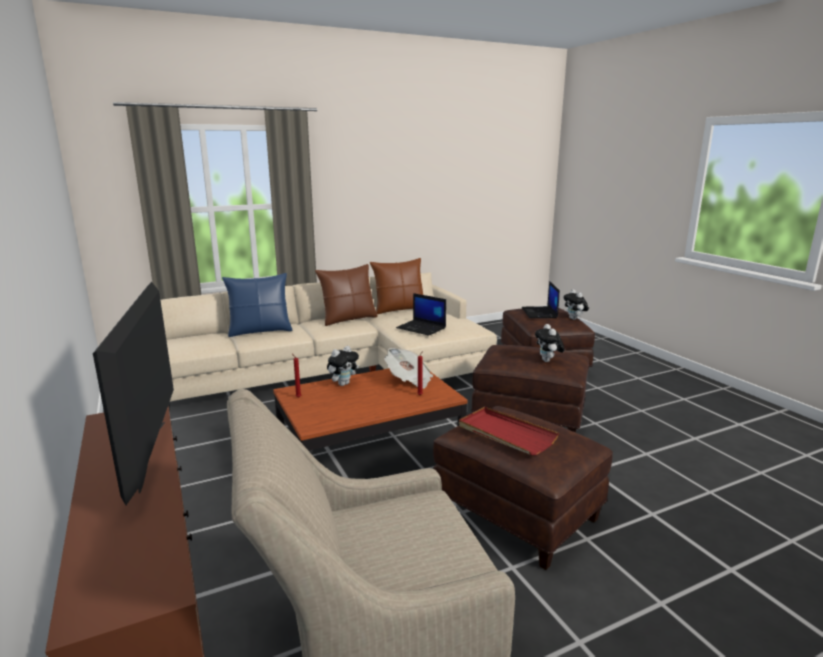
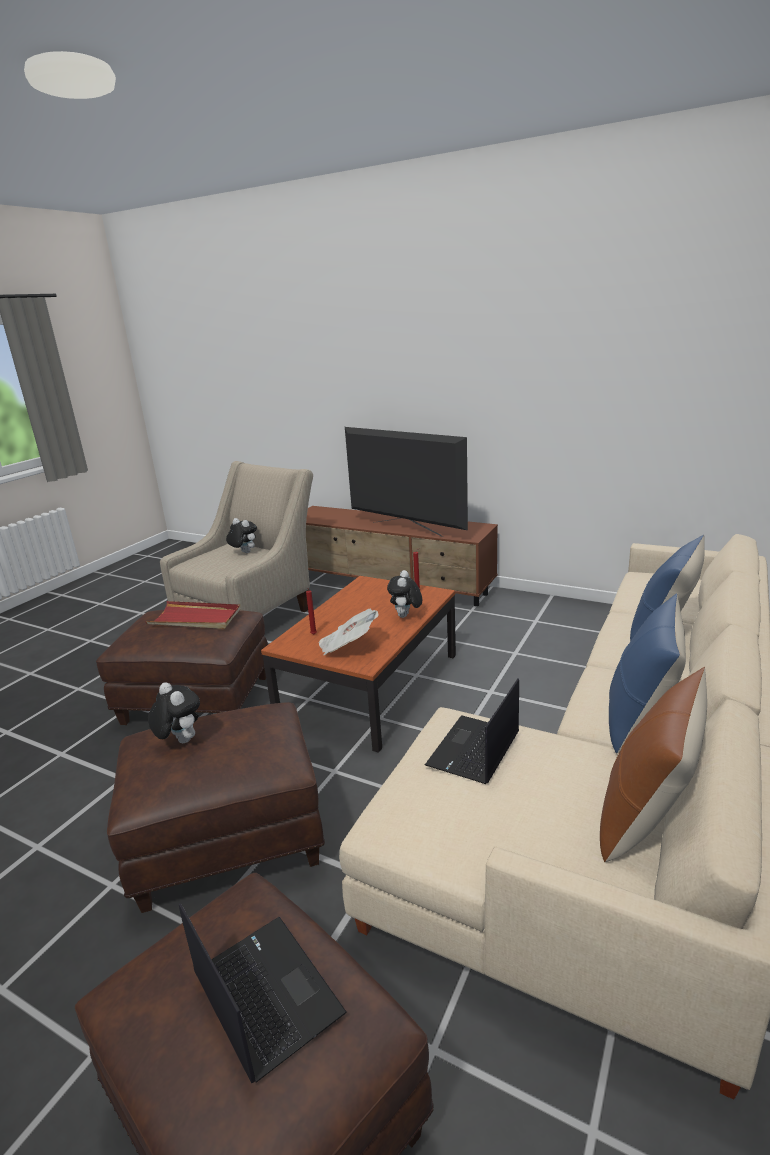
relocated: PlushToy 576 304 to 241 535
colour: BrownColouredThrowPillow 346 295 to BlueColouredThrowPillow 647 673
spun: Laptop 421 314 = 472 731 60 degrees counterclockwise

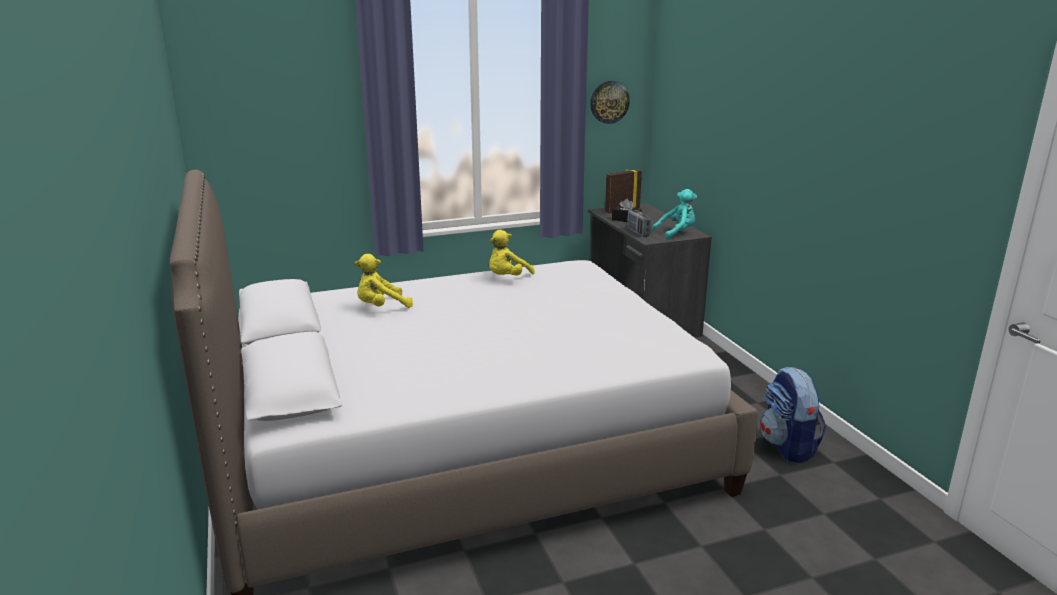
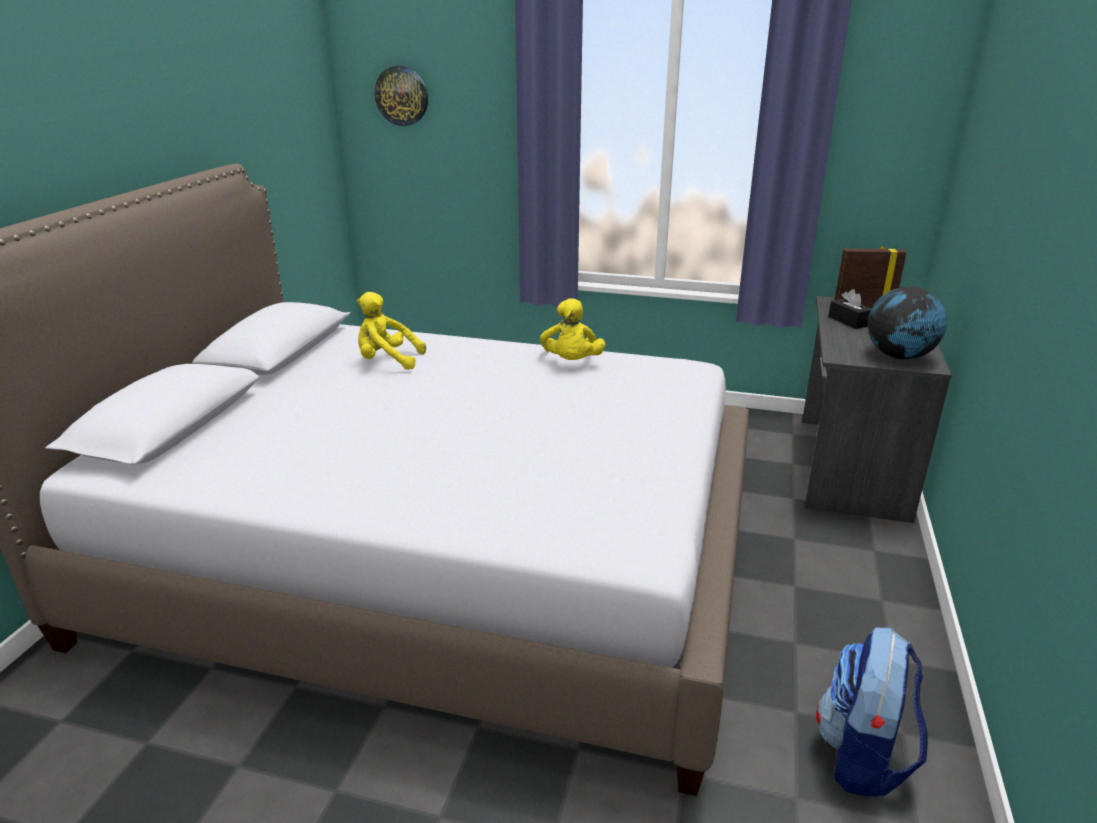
missing: RadioReceiver 639 223
relocated: ClockOnTheWall 610 102 to 401 96
exchanged: TurquoiseColouredPlushToy 674 214 to DeskGlobe 907 323
spun: YellowPlushToy 512 253 = 572 329 75 degrees counterclockwise

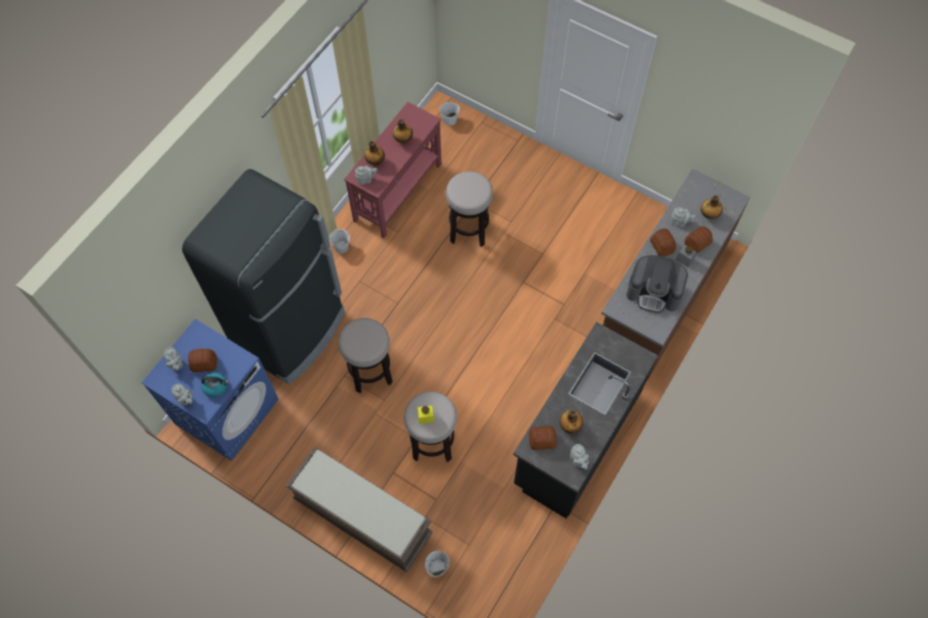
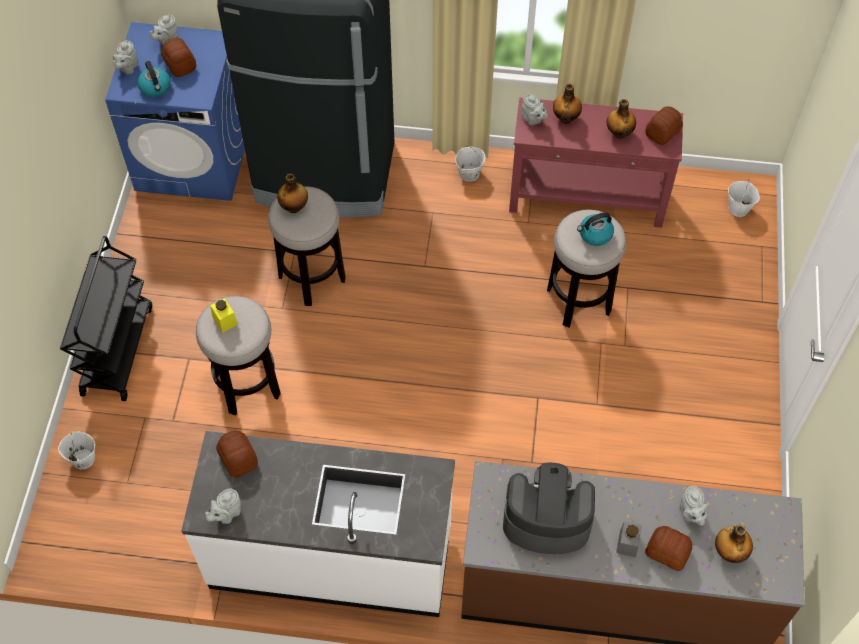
appeared: WaterKettle 595 229
relocated: BeverageBottle 571 422 to 292 193; BakeryBread 663 243 to 664 125
exchanged: BrownColouredLongSeat 359 509 to BlackishWheeledCart 106 318
colour: BlackishKitchenBaseUnit 585 420 to WhitishKitchenBaseUnit 318 524
spun: CoffeeMachine 657 284 = 549 508 105 degrees clockwise

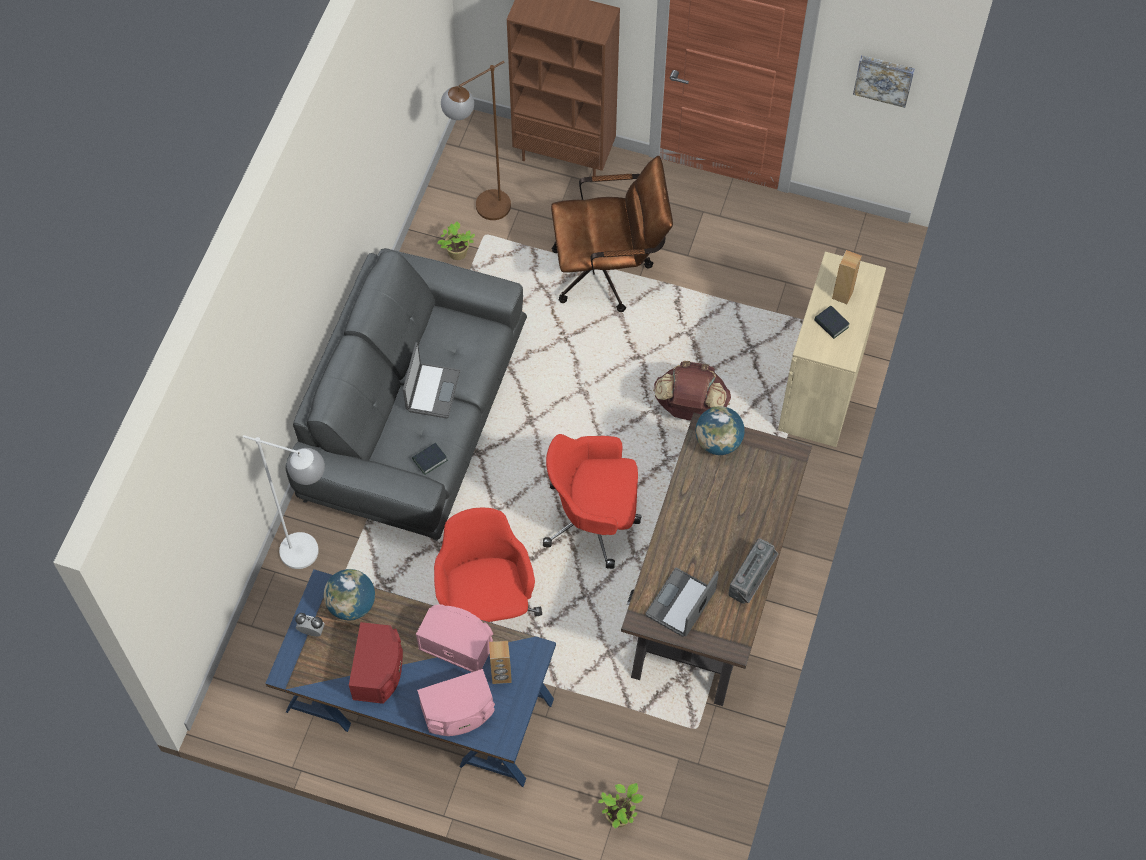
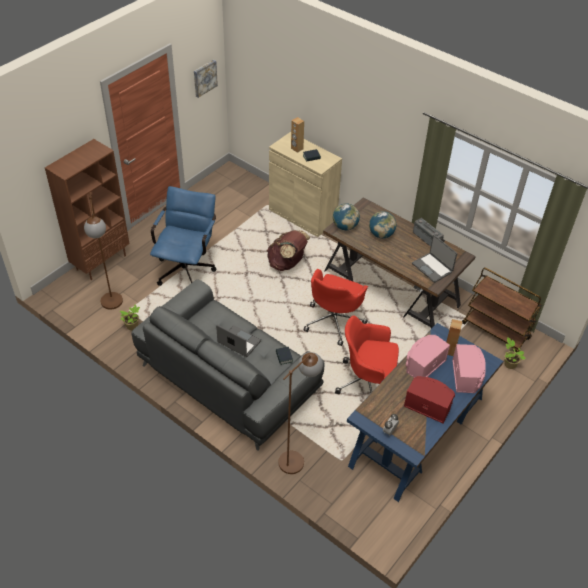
appeared: BrownColouredWheeledCart 502 310
relocated: DeskGlobe 349 594 to 382 224
colour: BrownColouredComputerChair 612 234 to BlueColouredComputerChair 183 236; WhitishStandingLamp 284 502 to BrownColouredStandingLamp 300 413

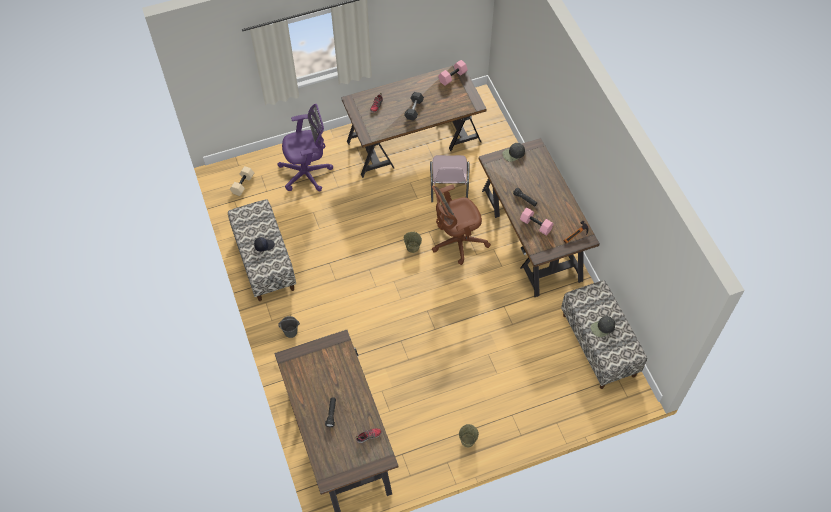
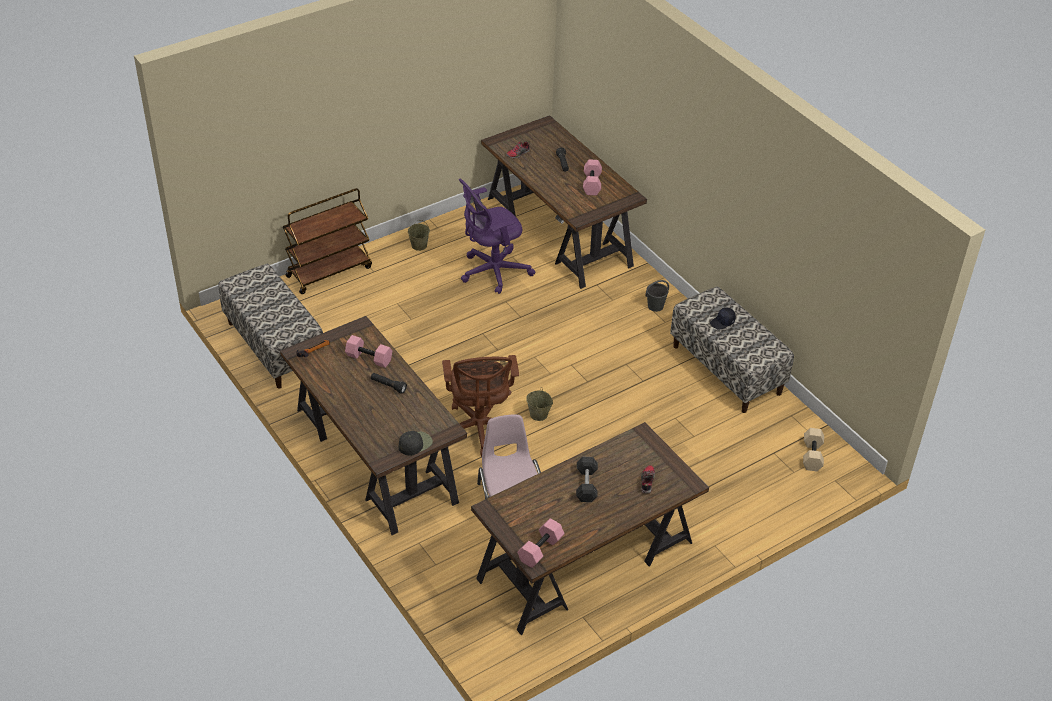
missing: BlackishBaseballCap 603 326
appeared: BrownColouredWheeledCart 327 241; PinkColouredFreeWeight 592 177
relocated: PurplishComputerChair 305 147 to 497 236
spun: BrownColouredComputerChair 461 224 = 480 406 120 degrees clockwise

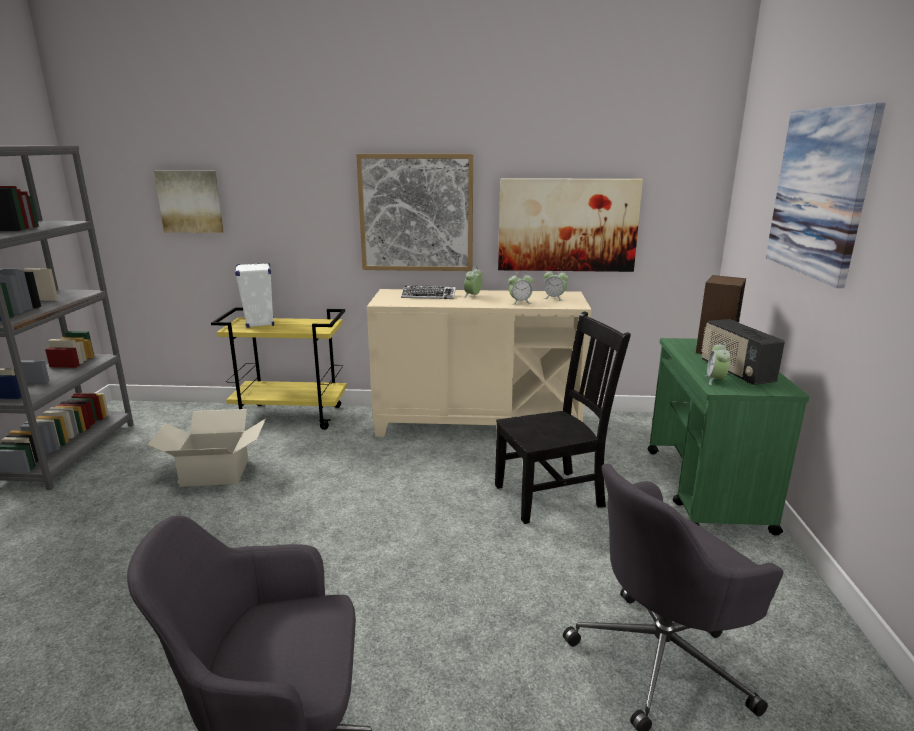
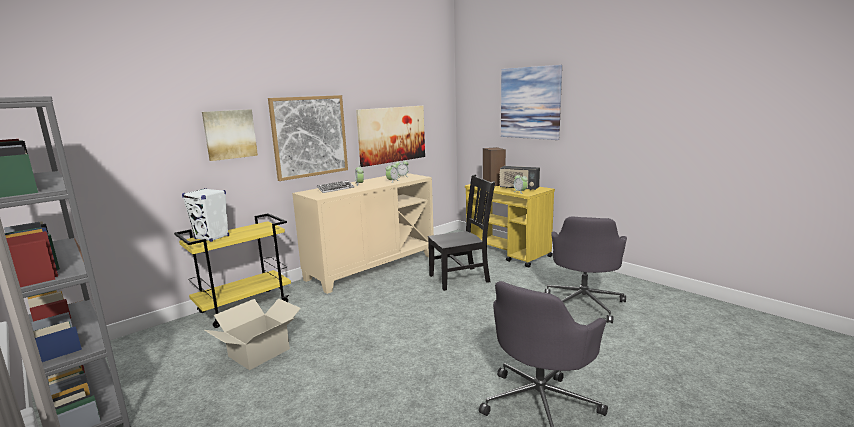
relocated: WallPicture 189 201 to 230 135
colour: GreenWheeledCart 729 437 to YellowWheeledCart 510 226
spun: BlackishUprightChair 563 417 = 461 232 45 degrees clockwise

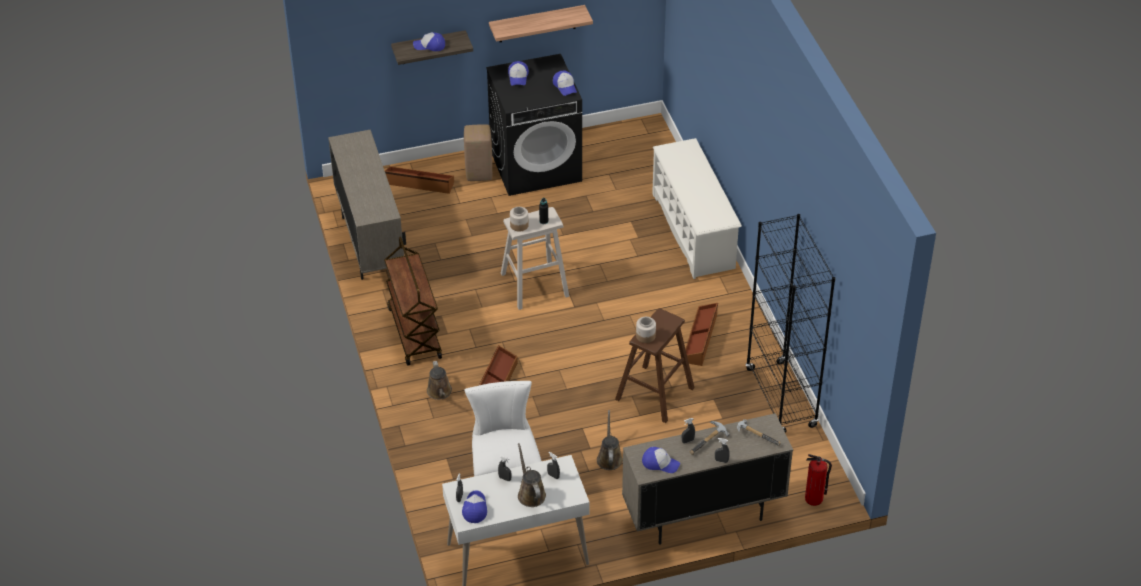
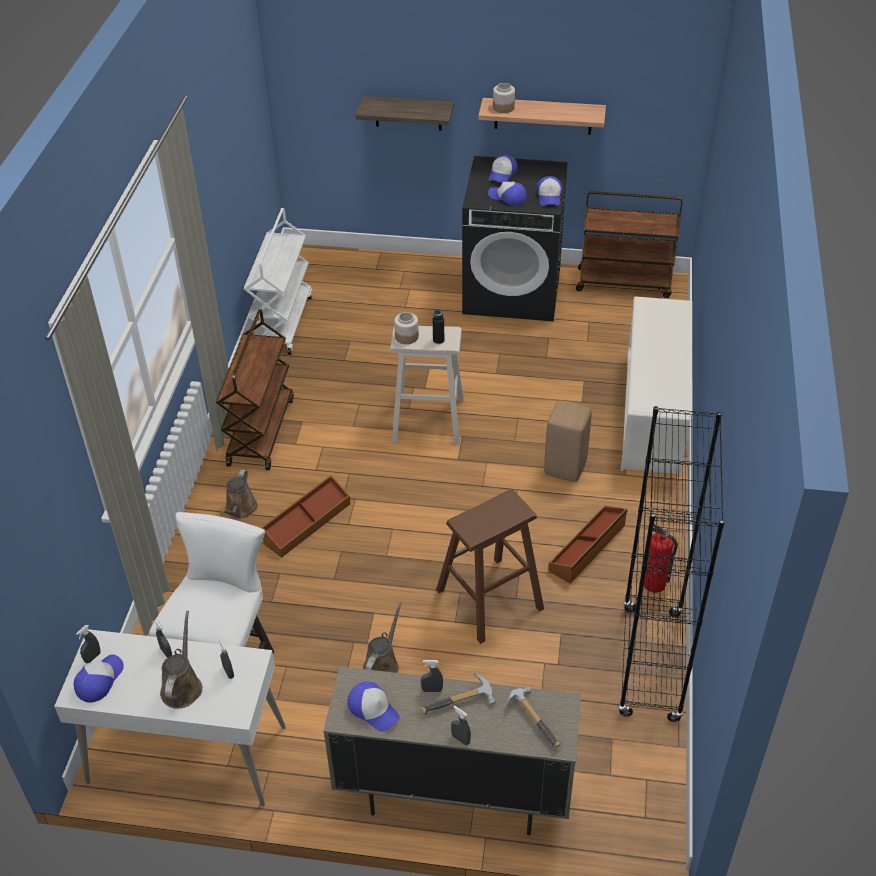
missing: BrownColouredStorageContainer 419 180
appeared: BrownColouredWheeledCart 629 244
relocated: BaseballCap 429 41 to 507 194; Jar 646 330 to 504 98; BeigeColouredSittingStool 478 152 to 568 441; FireFightingCylinder 818 480 to 661 558
exchanged: BeigeColouredStorageCabinet 367 205 to WhitishWheeledCart 278 281

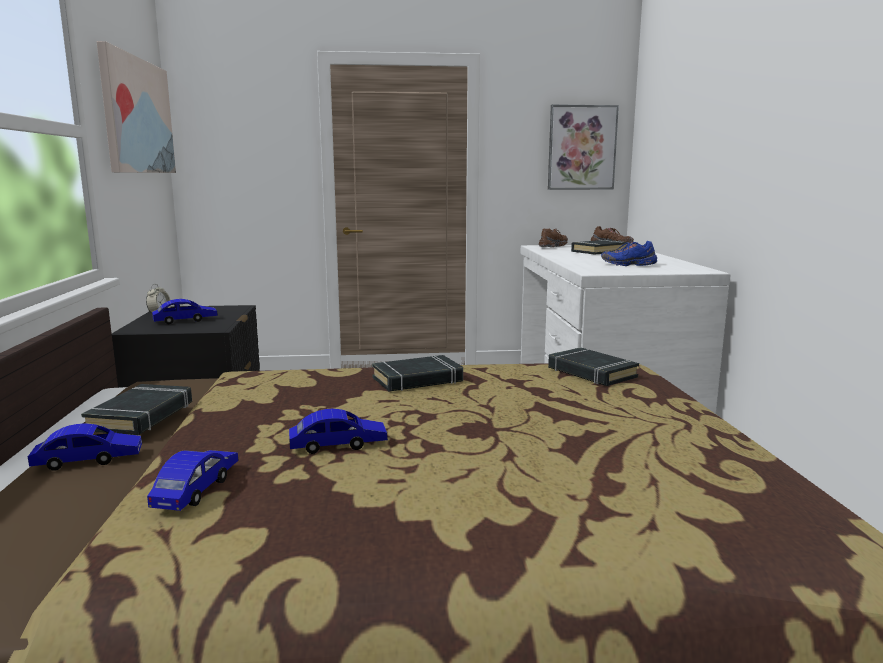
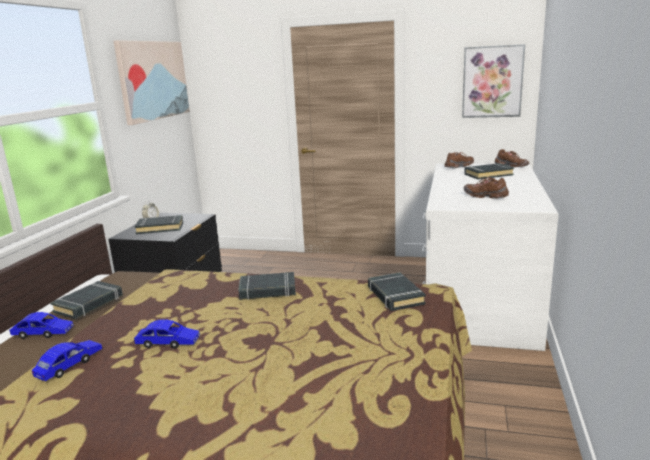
exchanged: BlueColouredToyCar 185 311 to BlackishBoundBook 158 224
colour: BlueColouredLowShoe 629 253 to BrownColouredLowShoe 486 187

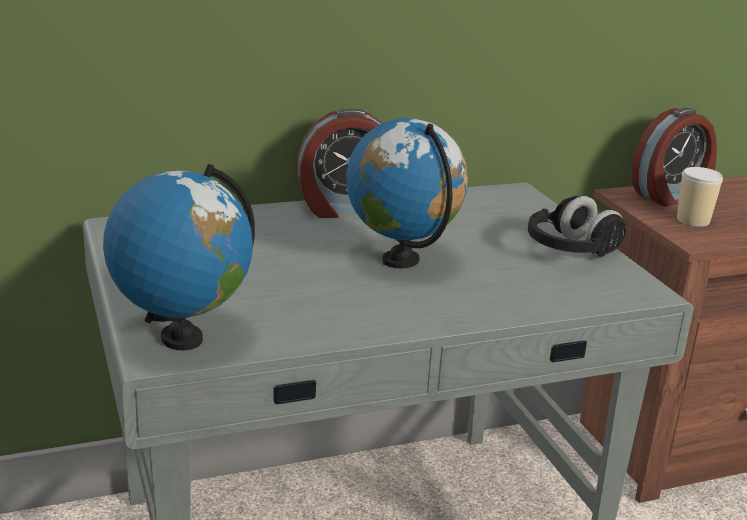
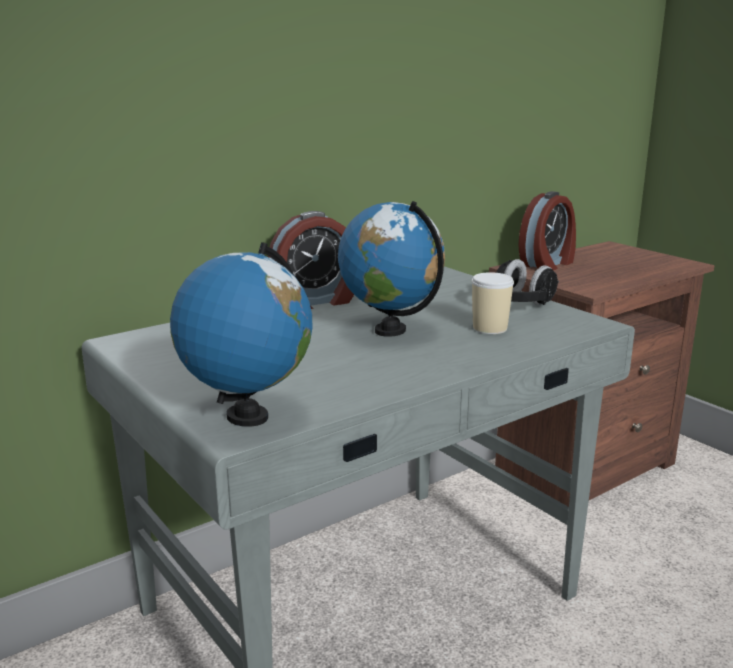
relocated: Cup 700 197 to 493 303

